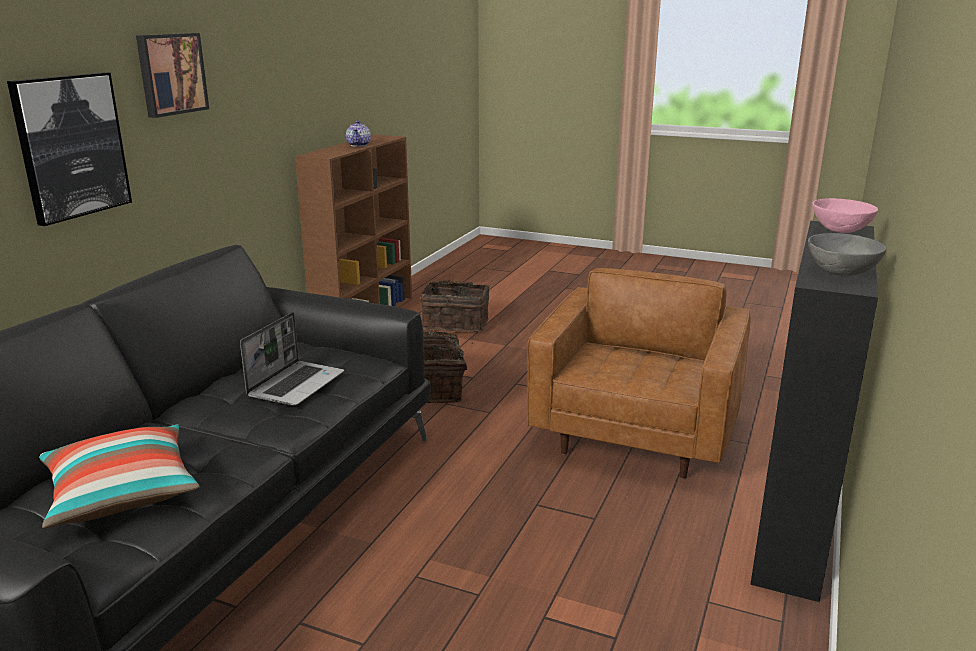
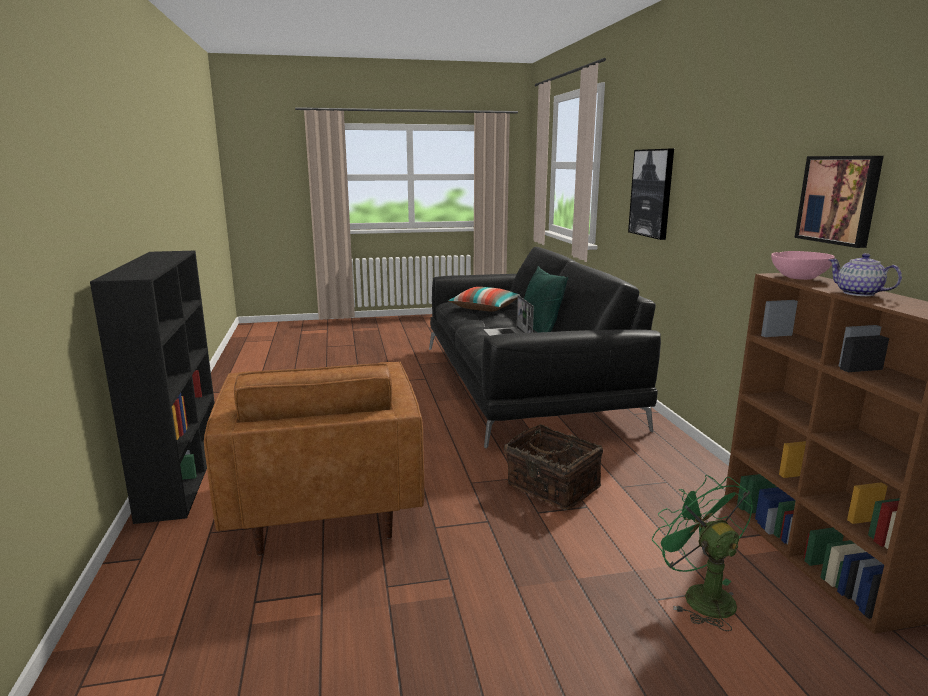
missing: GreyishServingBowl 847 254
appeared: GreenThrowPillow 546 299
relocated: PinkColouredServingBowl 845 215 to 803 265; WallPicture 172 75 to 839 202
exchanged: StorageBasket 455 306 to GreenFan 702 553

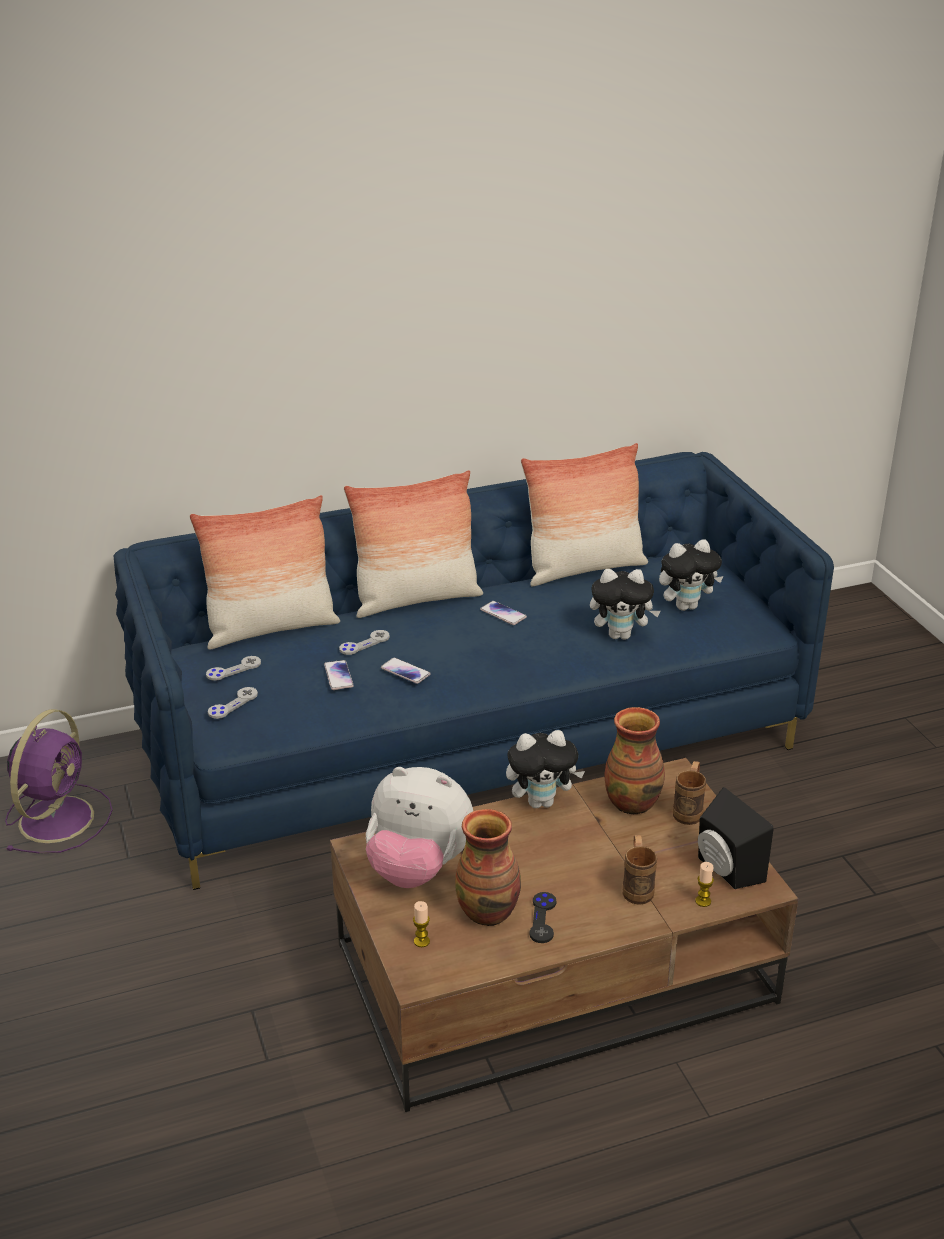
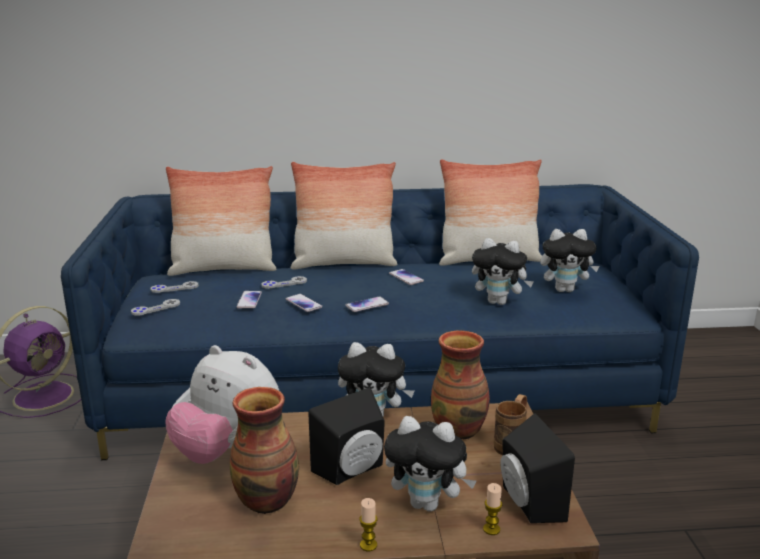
missing: BlackishGameController 542 917
appeared: BlackishSpeaker 346 436; Phone 367 304
relocated: Candle 421 924 to 368 524
exchanged: BrownColouredMug 639 870 to PlushToy 430 464

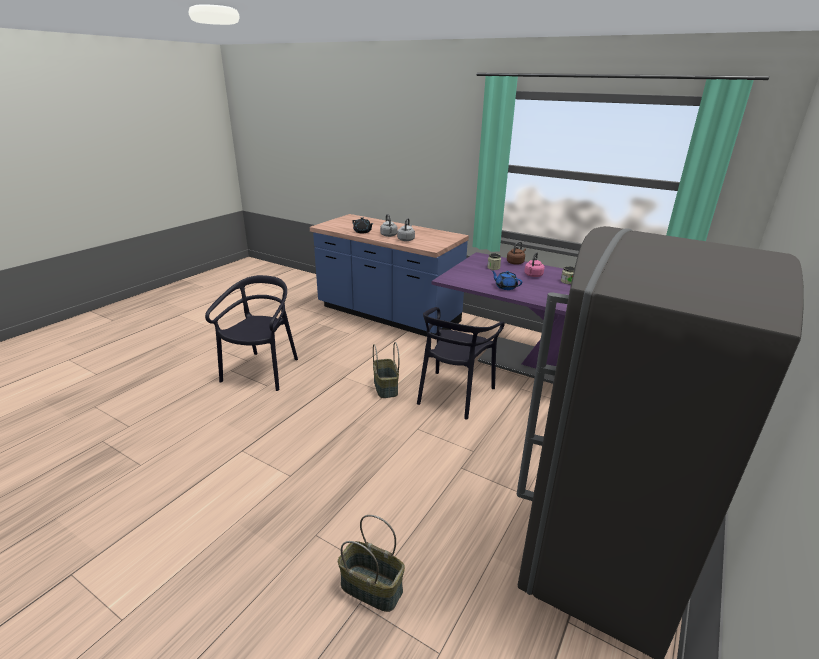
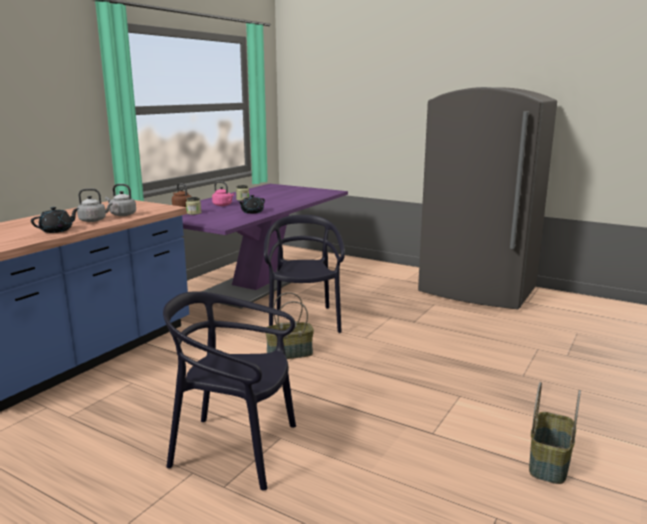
relocated: StorageBasket 371 563 to 555 433
colour: BlueColouredTeaPot 506 280 to BlackishTeaPot 251 204
spun: BlackishUprightChair 461 363 = 304 274 120 degrees counterclockwise

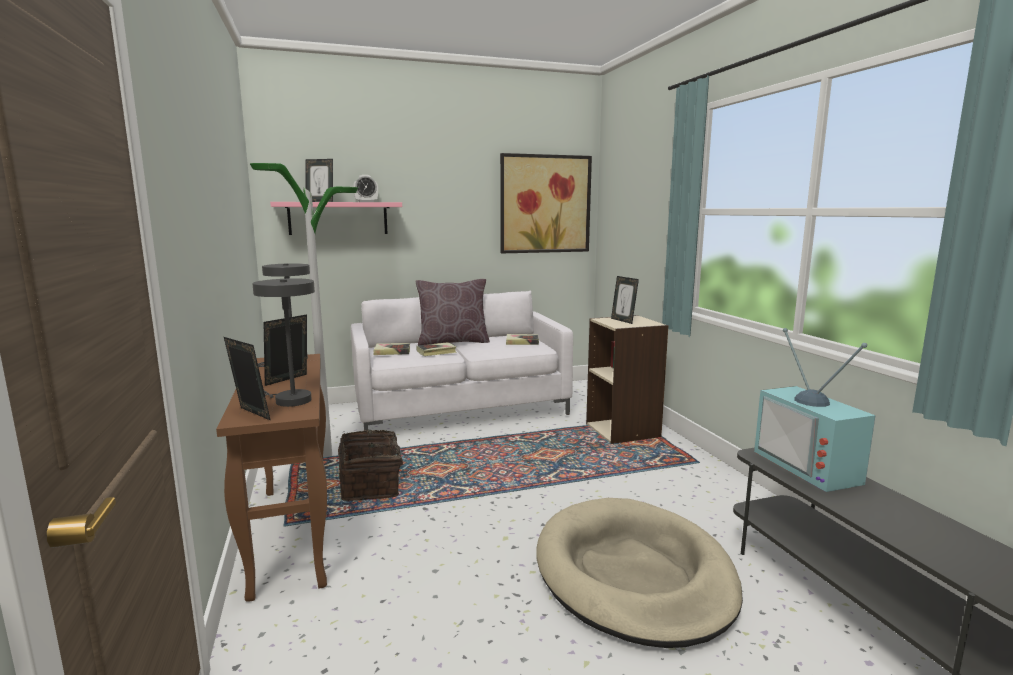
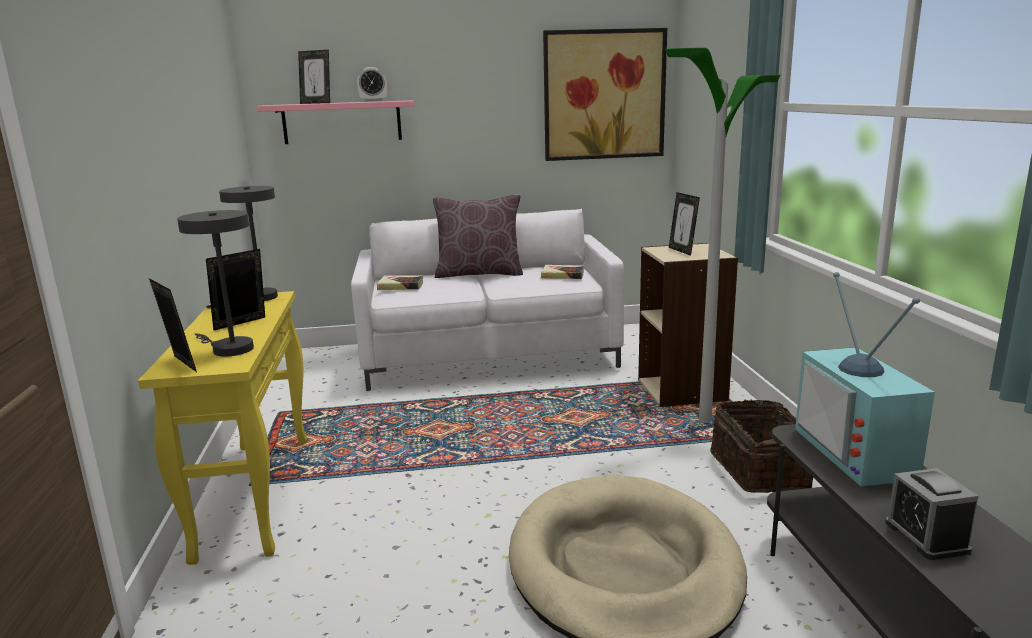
missing: BoundBook 436 349
appeared: TableClock 931 514
relocated: StandingLamp 304 310 to 722 235; StorageBasket 374 465 to 761 446
colour: BrownColouredNarrowTable 271 478 to YellowNarrowTable 222 428

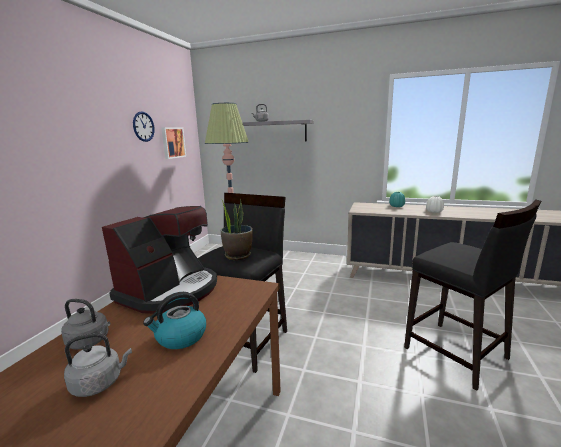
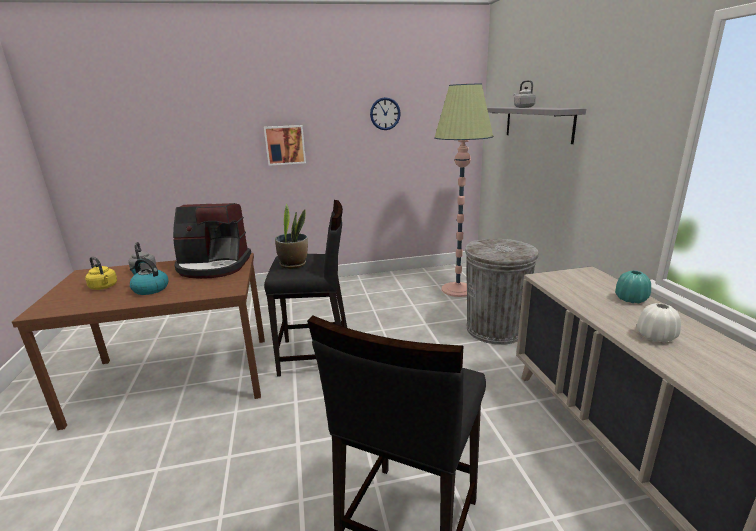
appeared: GreyishTrashCan 502 292
relocated: WallPicture 173 143 to 285 145
colour: GreyishWaterKettle 98 365 to YellowWaterKettle 101 273

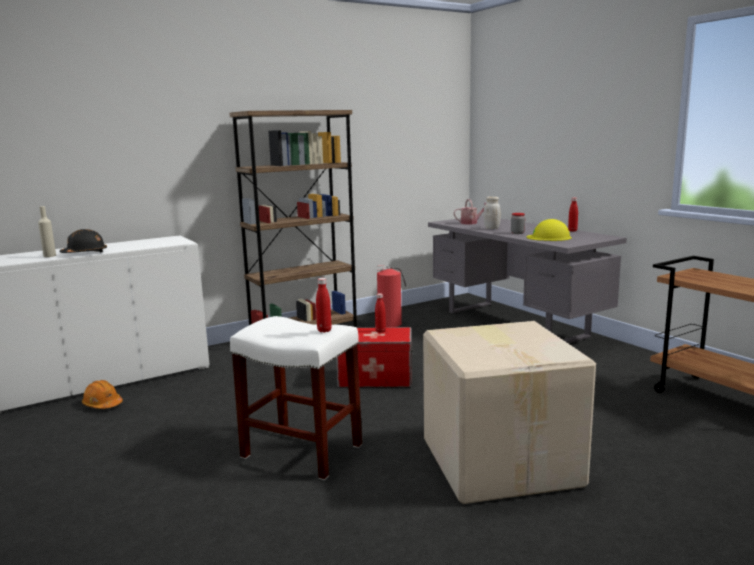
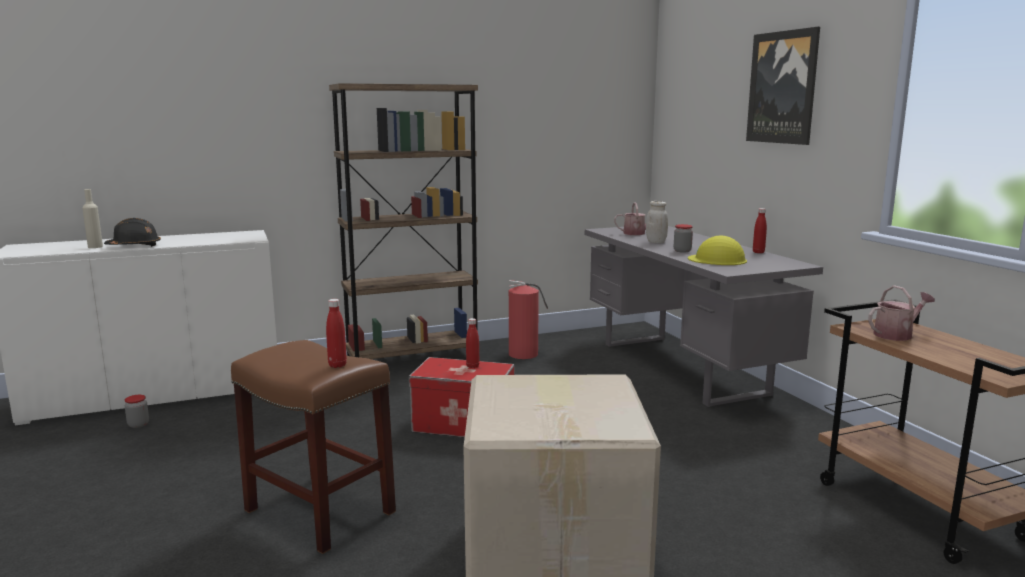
appeared: WallPicture 783 86; WateringCan 901 313
exchanged: OrangeSafetyHelmet 102 394 to Jar 137 411
colour: WhitishSittingStool 296 398 to BrownColouredSittingStool 313 447

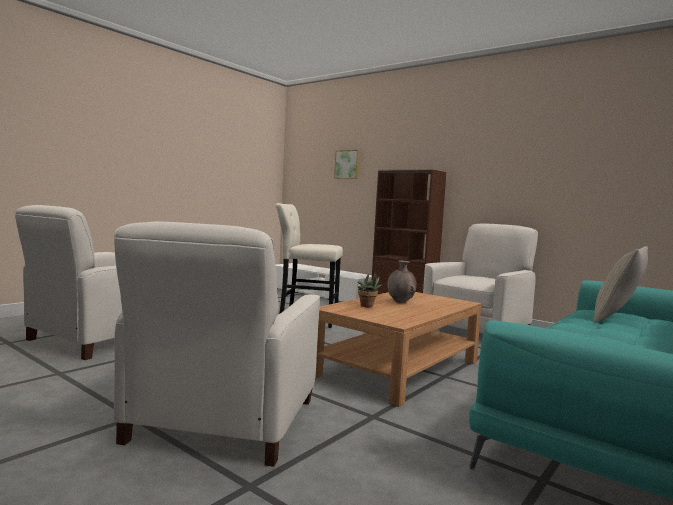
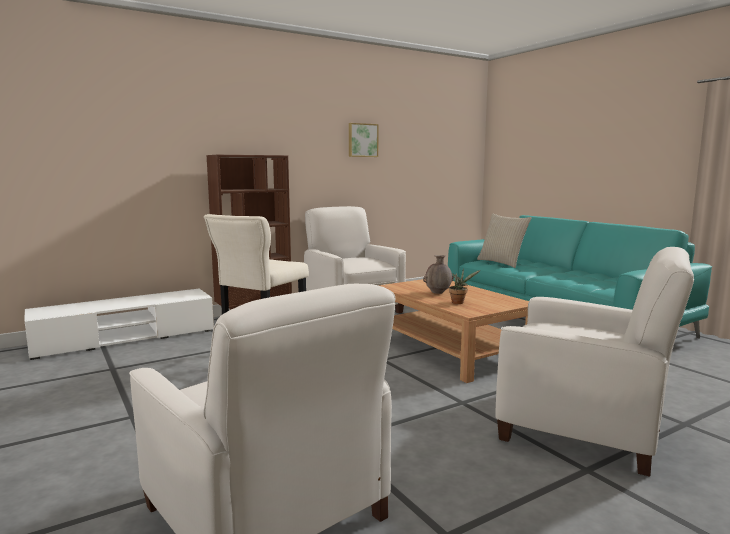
relocated: WallPicture 347 164 to 363 140

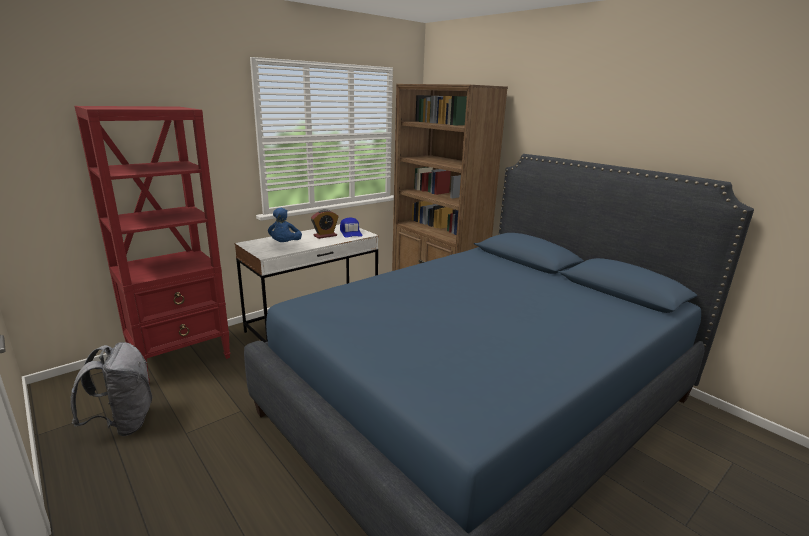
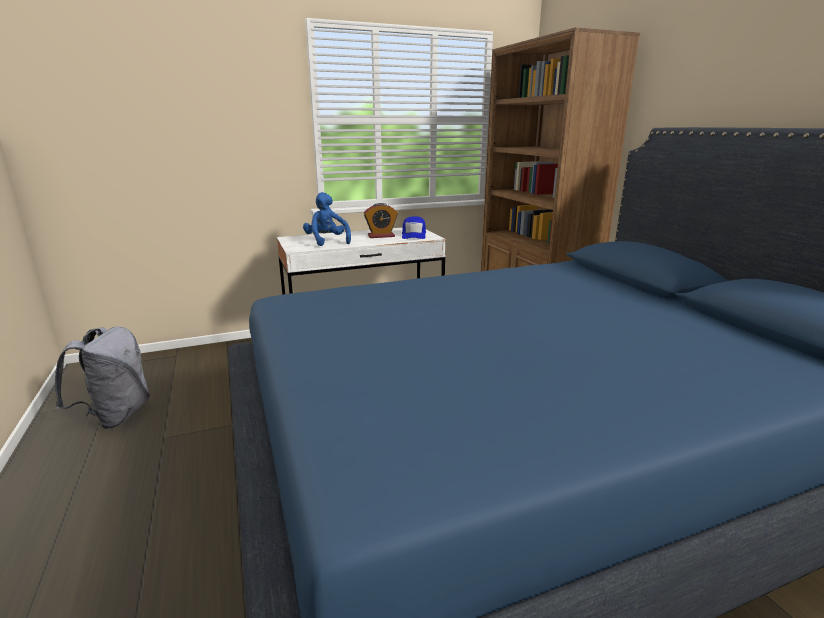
missing: ReddishShelvingUnit 153 243
spun: BlueColouredPlushToy 285 225 = 327 219 135 degrees clockwise

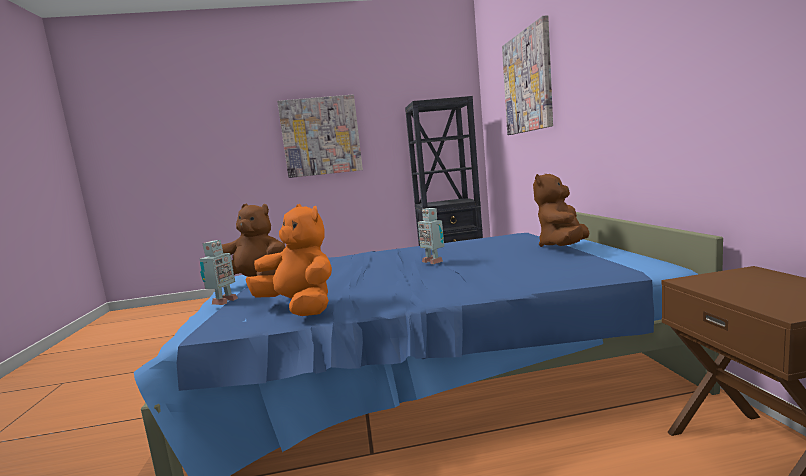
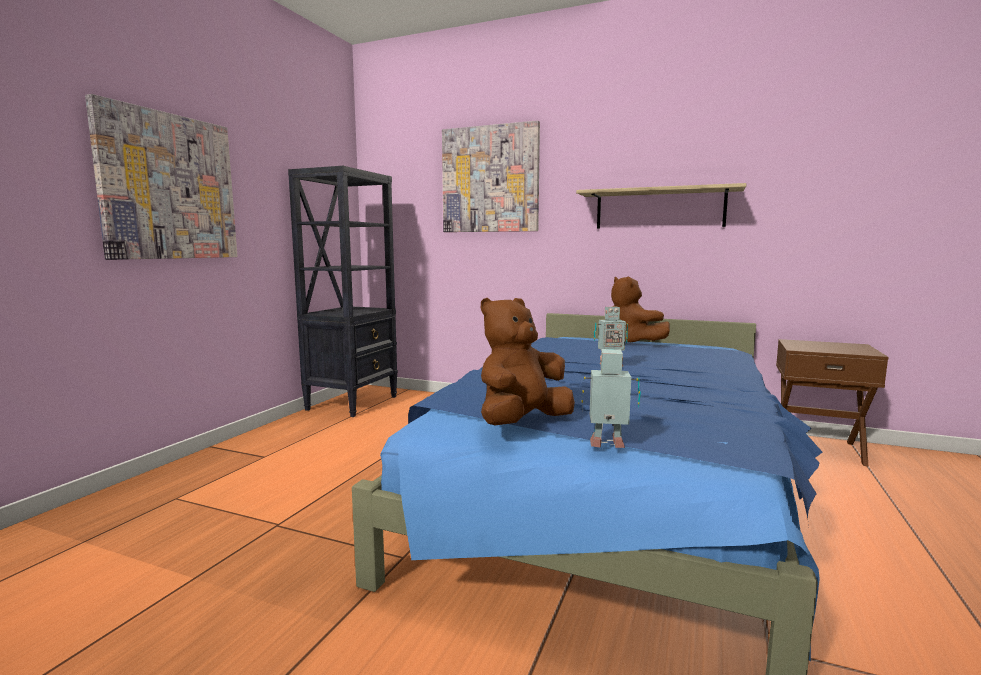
missing: OrangePlushToy 289 260
appeared: Shelf 661 206
spun: ModelRobot 219 272 = 611 398 45 degrees counterclockwise

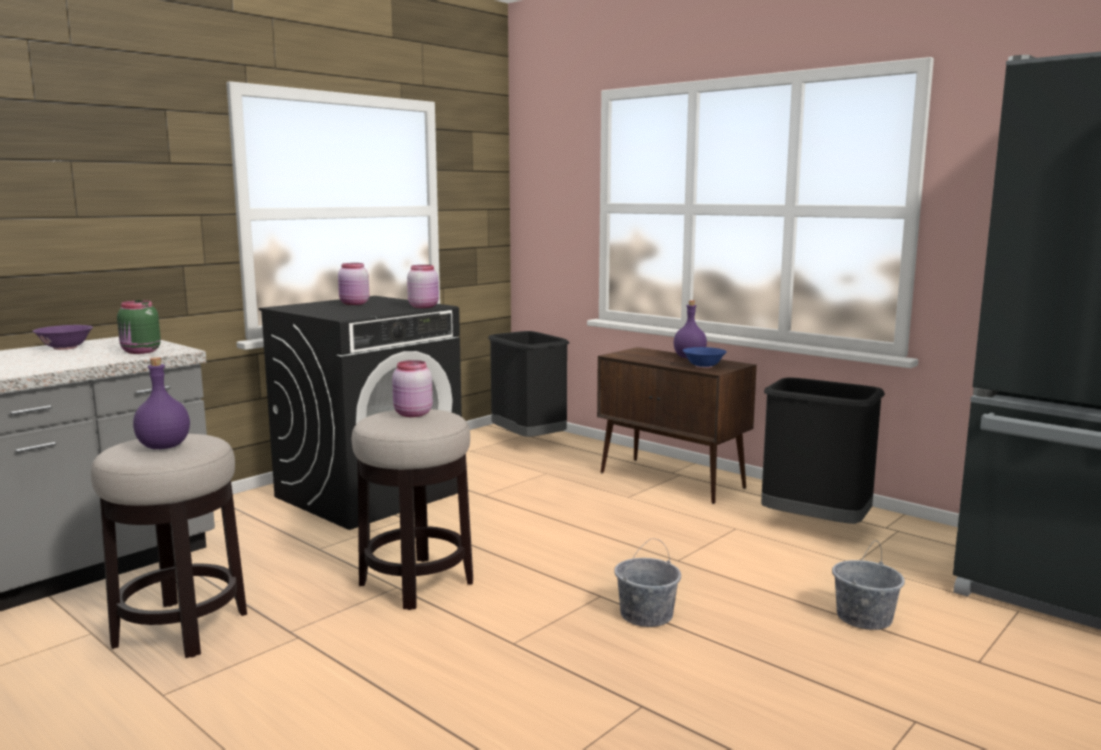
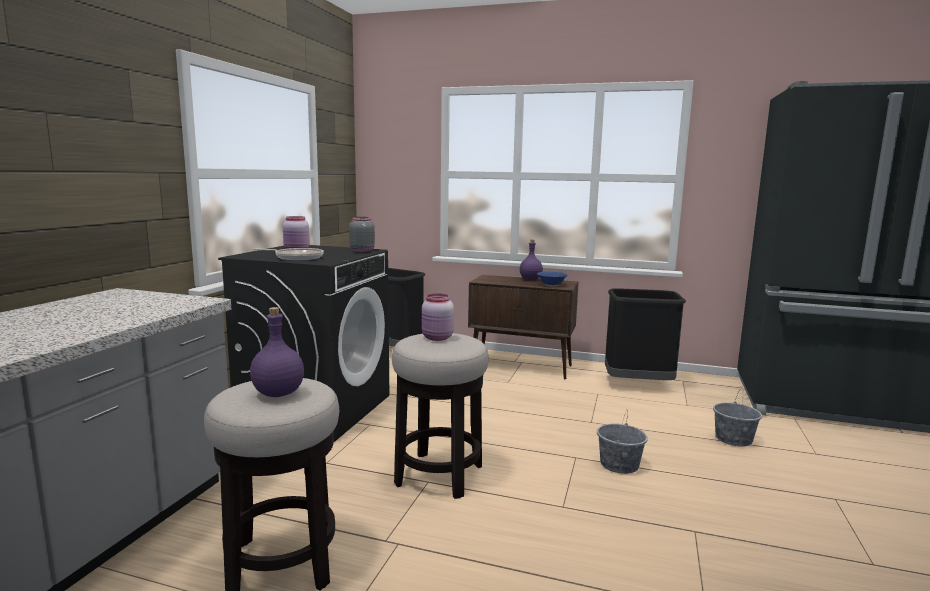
missing: PurplishServingBowl 63 337; GreenJar 139 327
appeared: Skillet 288 254
colour: PinkColouredJar 423 286 to GreyishJar 362 234

